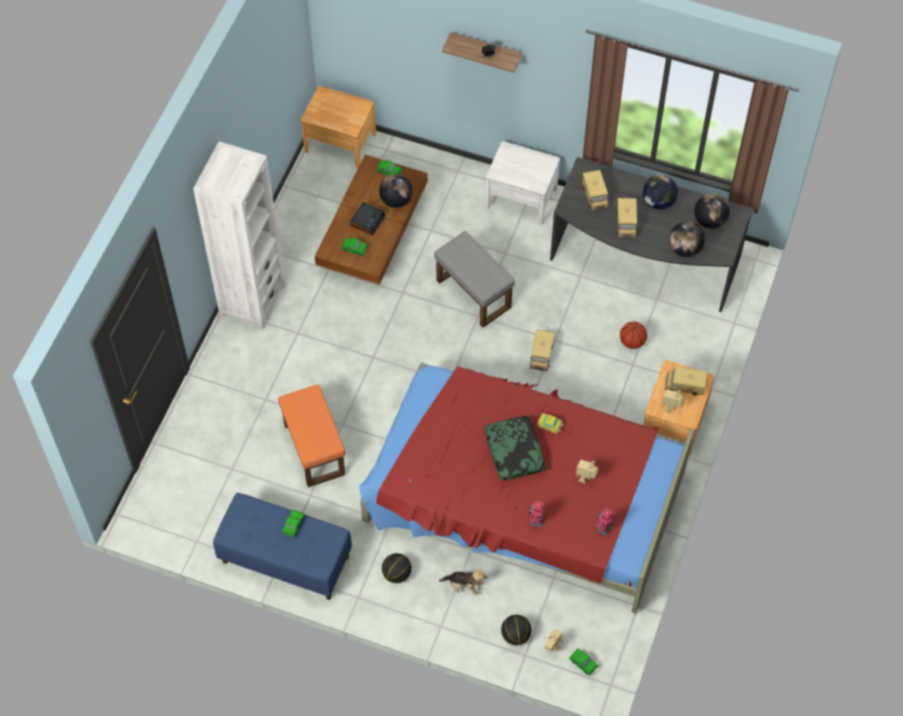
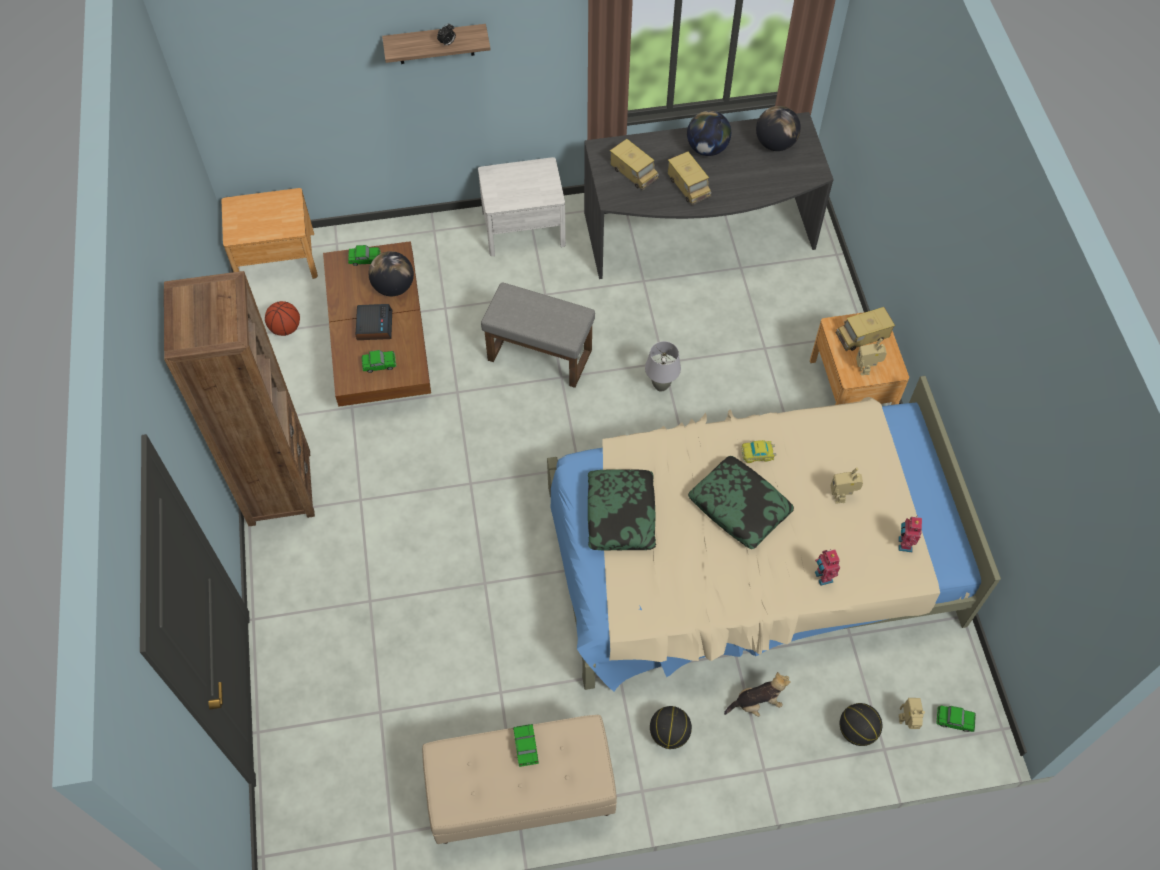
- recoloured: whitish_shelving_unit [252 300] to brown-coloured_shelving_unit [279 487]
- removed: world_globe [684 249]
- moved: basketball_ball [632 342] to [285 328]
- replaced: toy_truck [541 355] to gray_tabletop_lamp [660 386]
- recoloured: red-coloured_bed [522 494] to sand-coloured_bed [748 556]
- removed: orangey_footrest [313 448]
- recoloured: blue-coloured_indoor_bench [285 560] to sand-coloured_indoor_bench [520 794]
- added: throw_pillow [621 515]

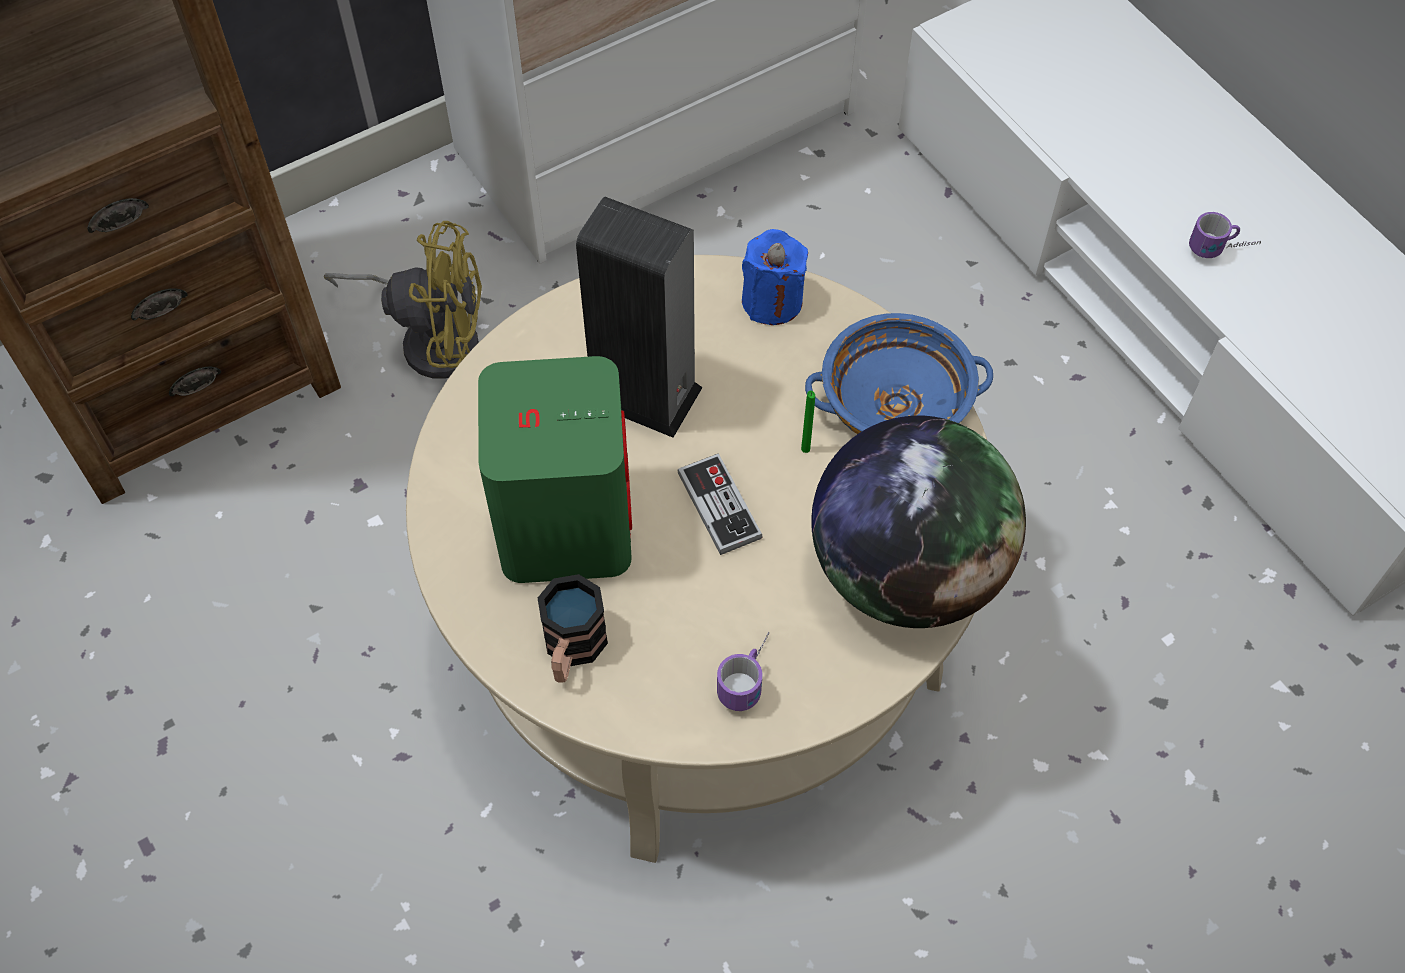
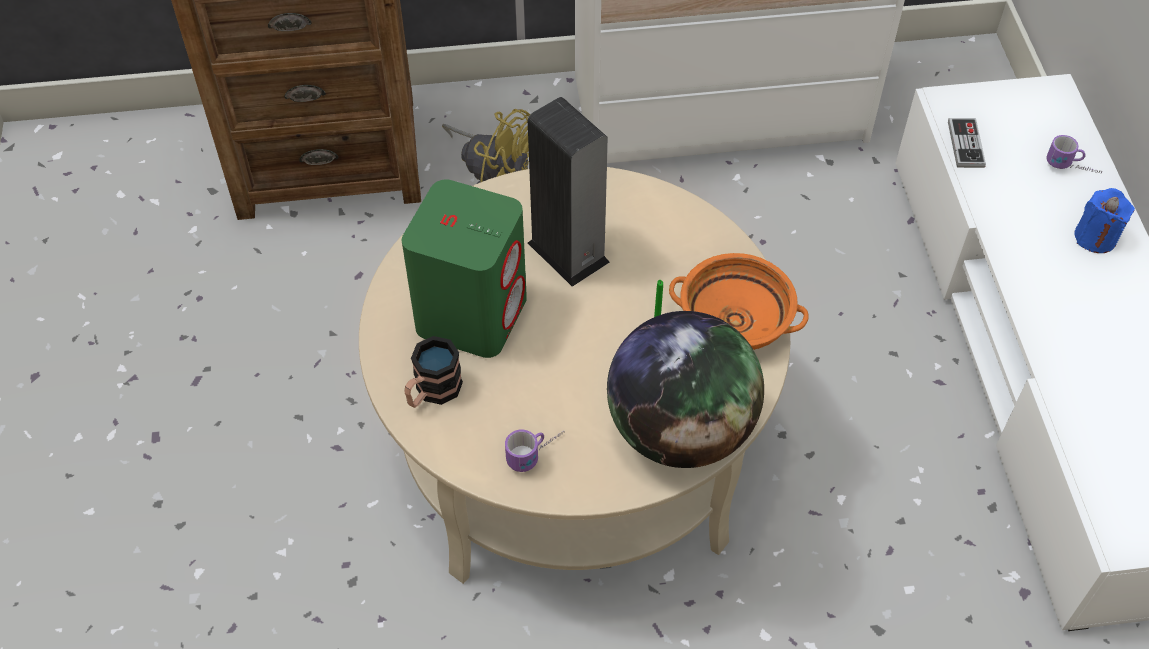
- moved: mug [1223 250] to [1072 169]
- moved: blue-coloured_wax_candle [772 301] to [1095 237]
- recoloured: blue-coloured_bowl [896 402] to orangey_bowl [736 320]
- moved: gamepad [719 505] to [965 144]

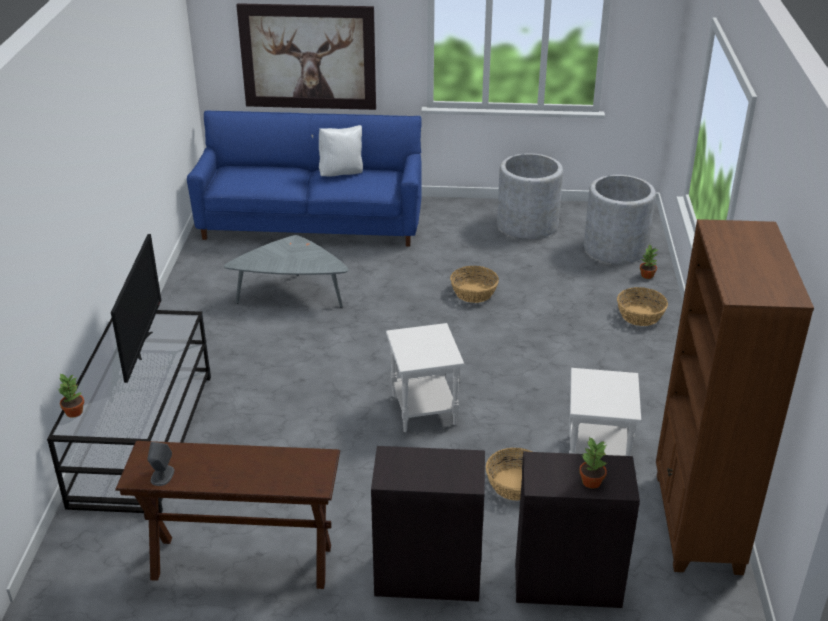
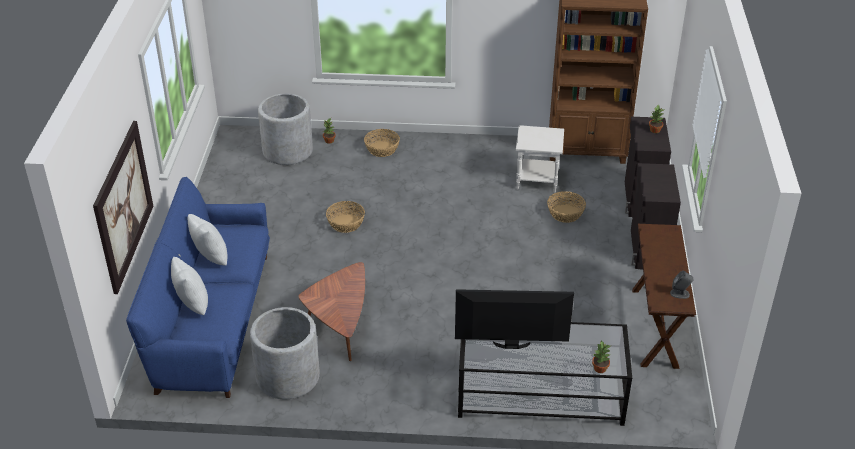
- moved: gray_flower_pot [527 224] to [288 376]
- recoloured: gray_lounge_table [292 295] to brown-coloured_lounge_table [340 326]
- removed: whitish_accent_table [425 410]
- added: whitish_throw_pillow [191 305]

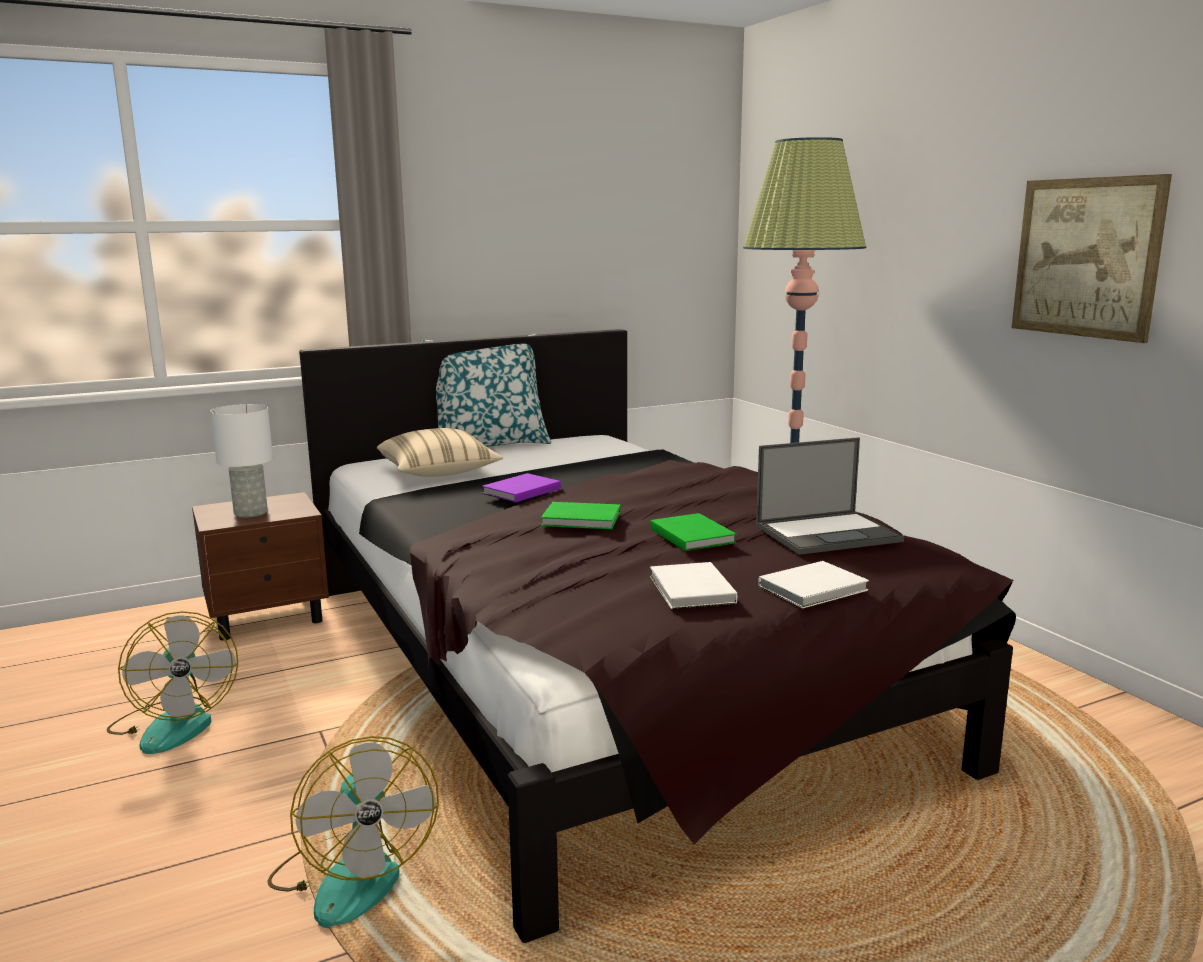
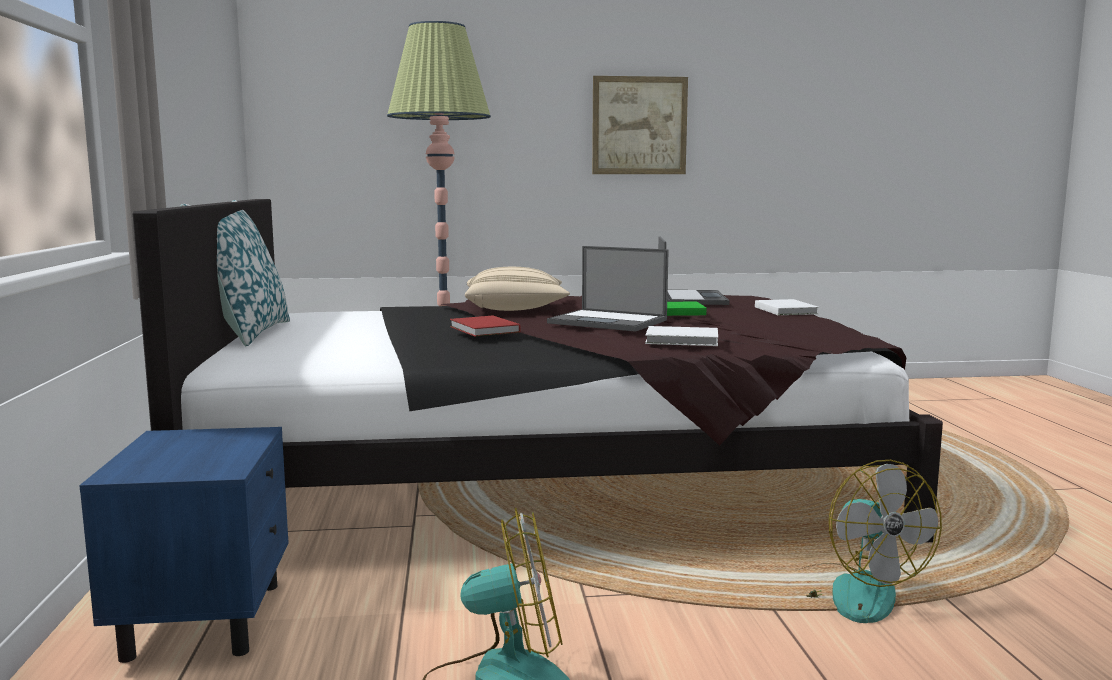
- removed: whitish_tabletop_lamp [250 513]
- moved: sand-coloured_throw_pillow [438 473] to [516 309]
- recoloured: purple_book [519 491] to red-coloured_book [484 330]
- recoloured: brown-coloured_nightstand [269 617] to blue-coloured_nightstand [206 618]
- replaced: green_book [583 520] to portable_computer [609 322]
- moved: whitish_book [691 590] to [684 340]
- turned: fan [352 876] = [849 592] 75 degrees clockwise

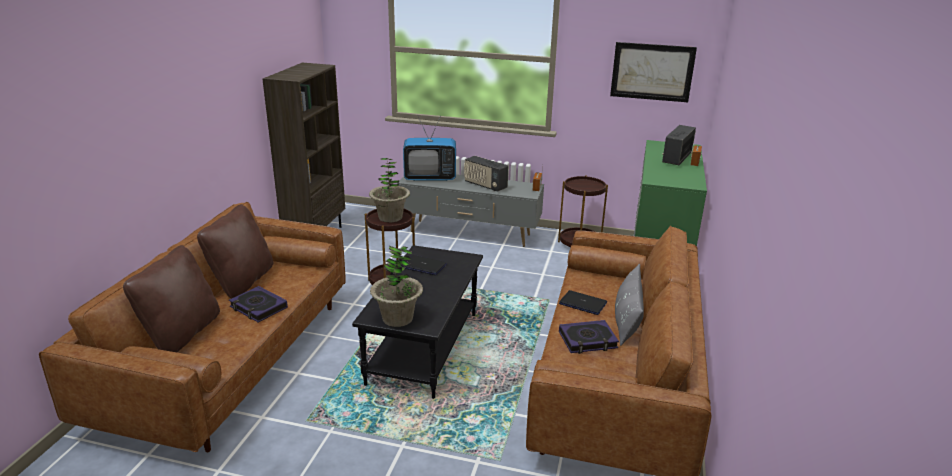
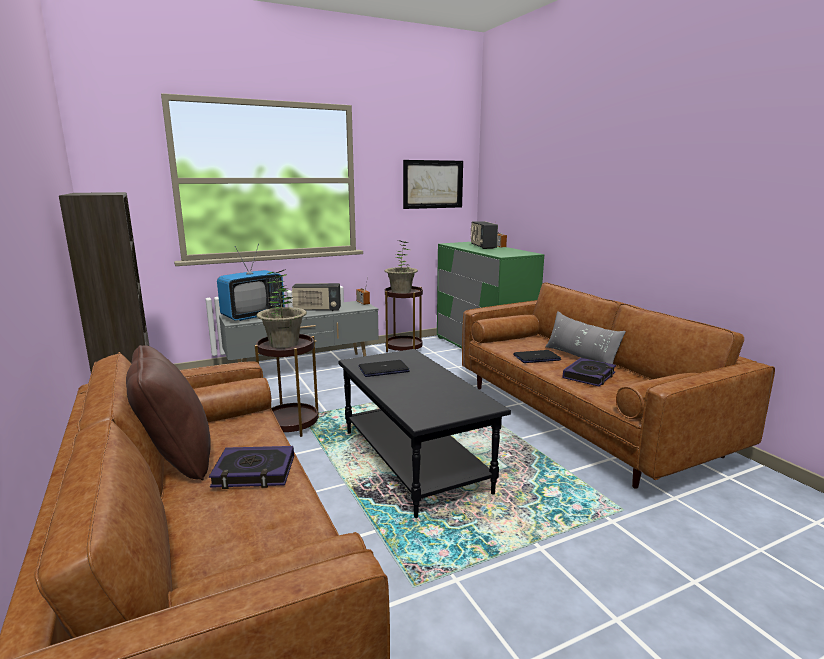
- removed: brown-coloured_throw_pillow [182 334]
- moved: plant_in_a_pot [397 318] to [401 291]

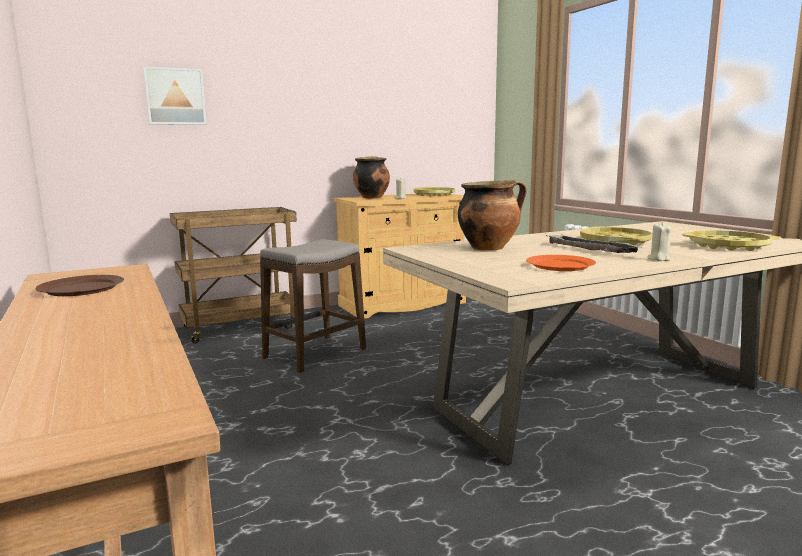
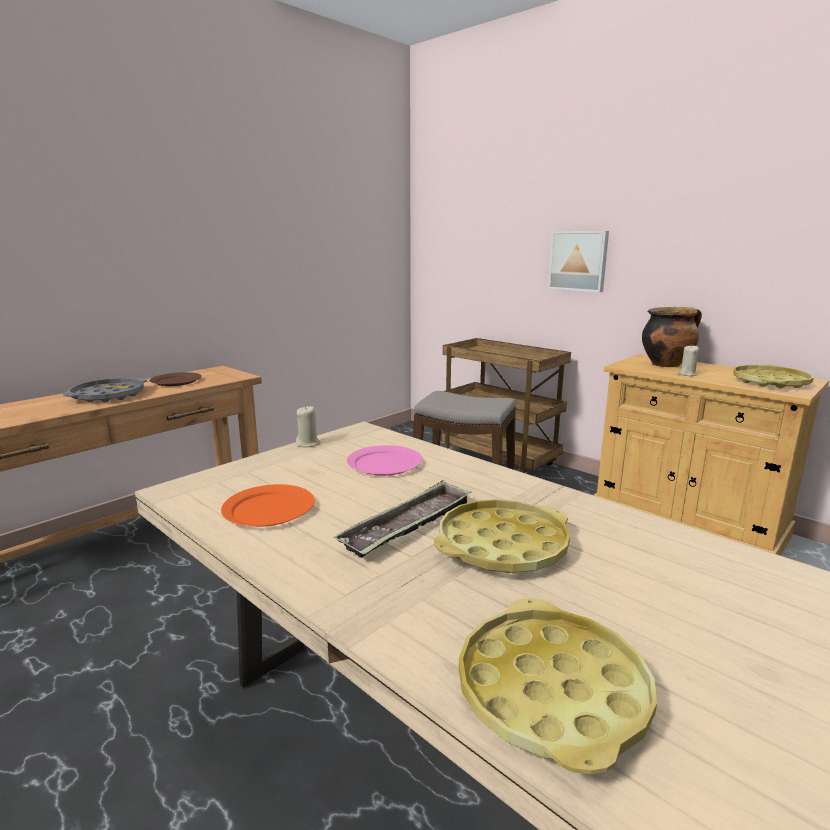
- moved: wall_art [175 96] to [578 261]
- replaced: saucepot [489 248] to pink-coloured_plate [385 464]
- moved: sand-coloured_wax_candle [658 259] to [308 443]
- added: gray_carrying_tray [108 396]

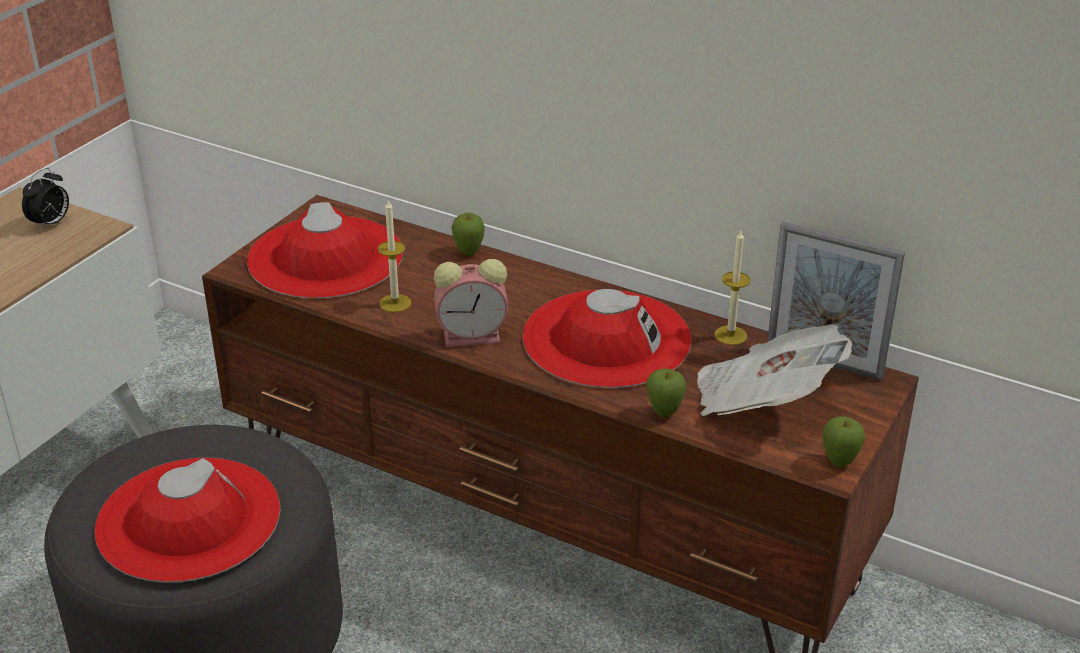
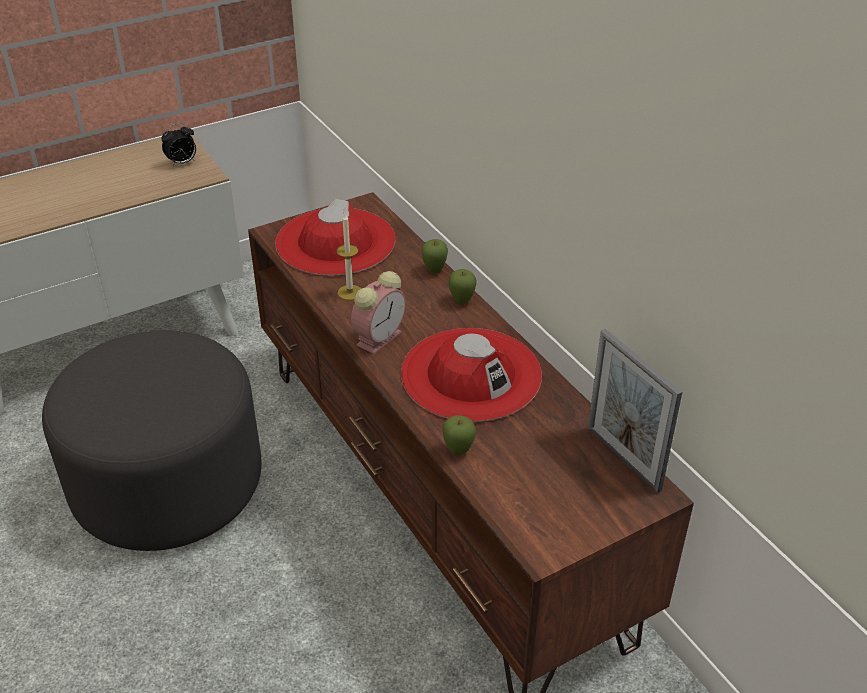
- removed: wax_candle [730 335]
- turned: bedside_clock [474 336] = [380 337] 75 degrees counterclockwise
- removed: printed_paper [763 402]
- moved: apple [839 463] to [462 301]
- removed: red-coloured_clothing_hat [188 519]

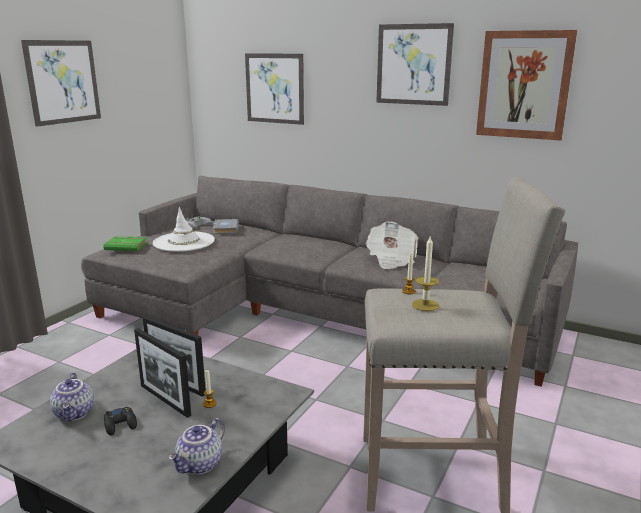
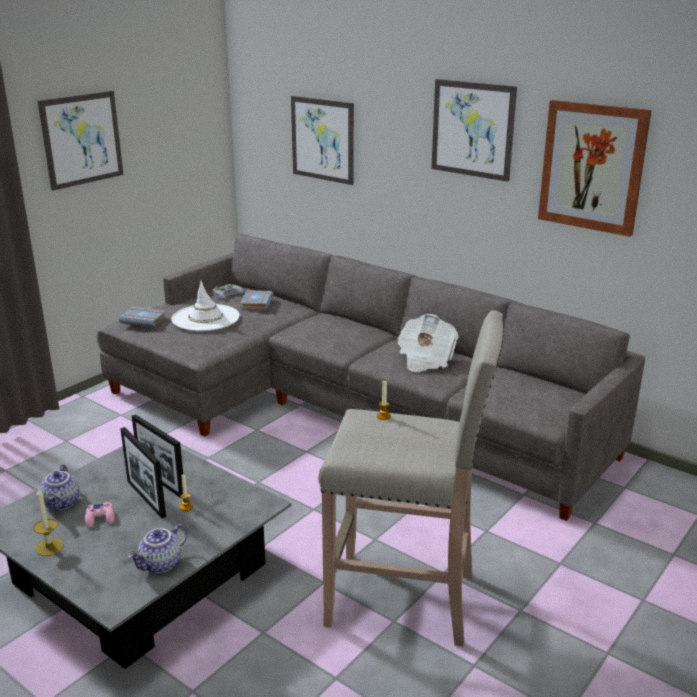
- moved: wax_candle [425 305] to [49 547]
- recoloured: green_book [127 246] to gray_book [145 320]
- recoloured: blackish_gamepad [120 424] to pink-coloured_gamepad [100 518]

